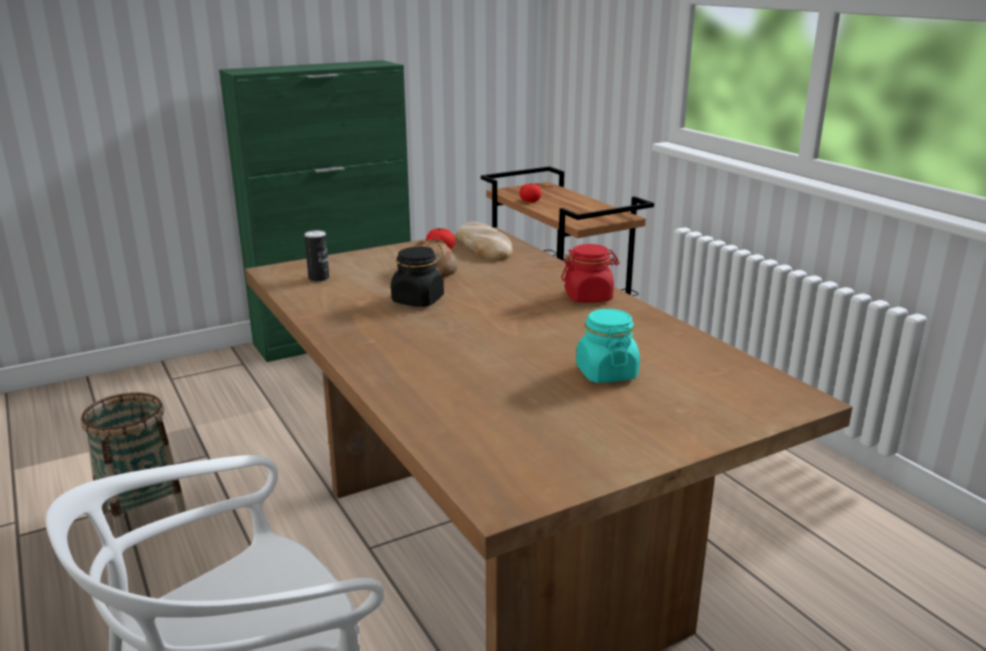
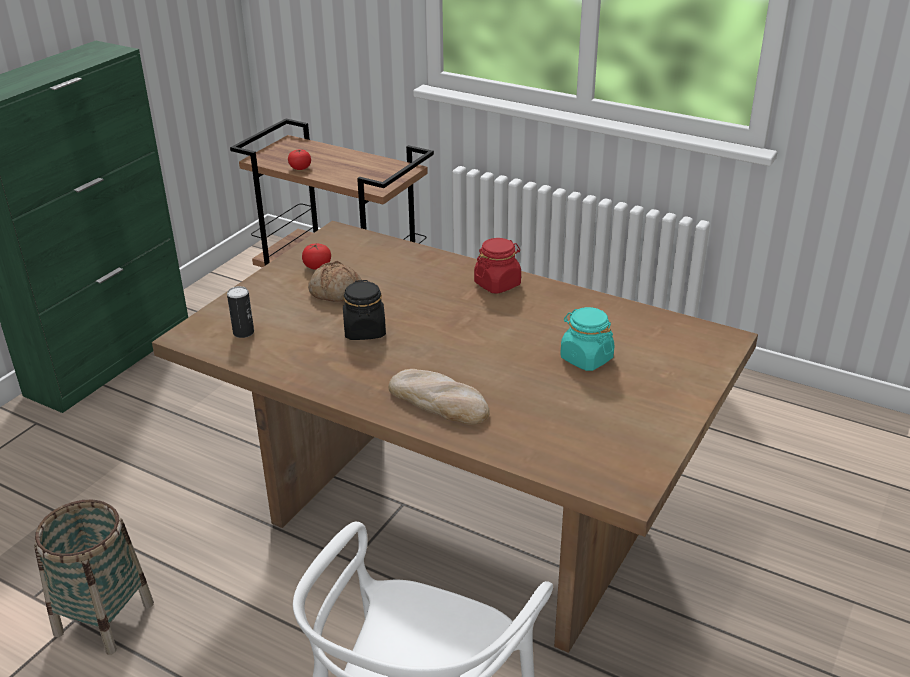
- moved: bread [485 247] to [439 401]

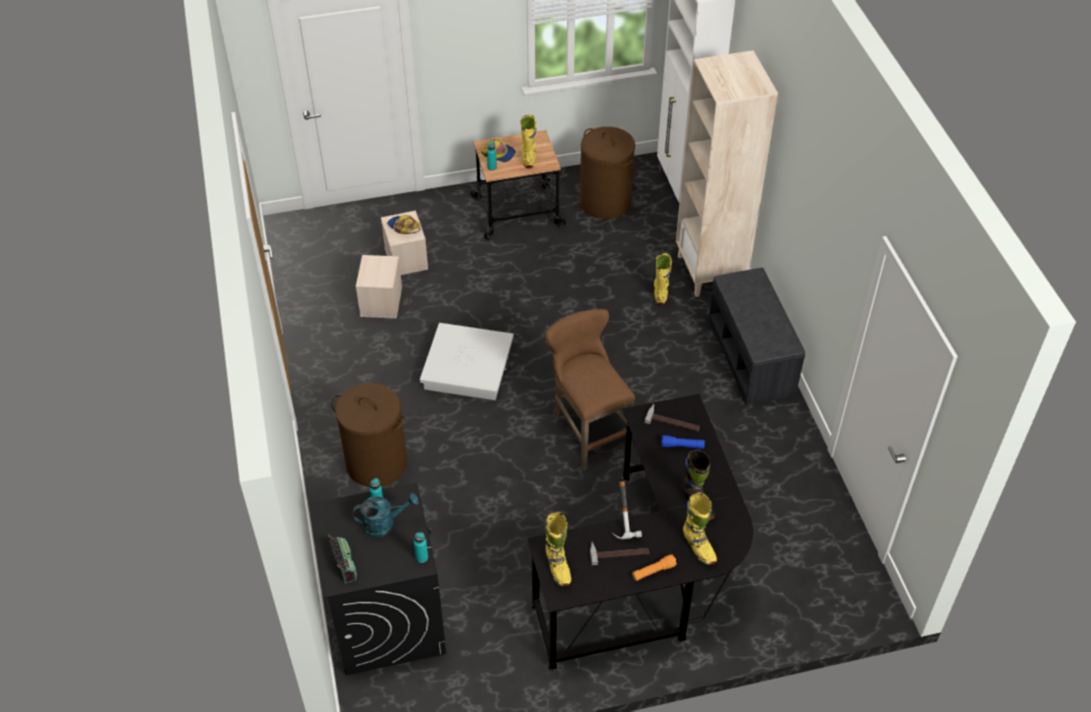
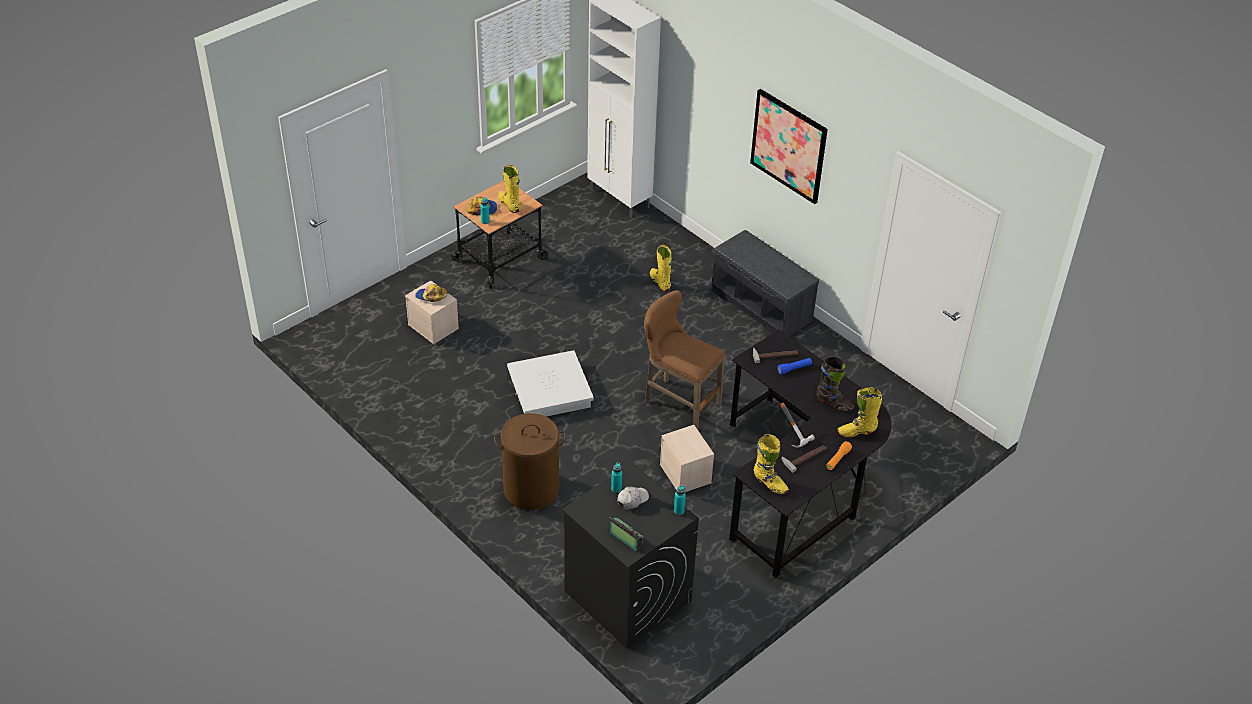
- removed: sand-coloured_shelving_unit [710 272]
- removed: brown-coloured_washing_basket [605 202]
- moved: sand-coloured_storage_bin [381 302] to [686 474]
- replaced: turquoise-coloured_watering_pot [384 524] to whitish_baseball_cap [632 500]
- turned: yellow_tall_boot [698 547] = [856 431] 135 degrees clockwise
- added: wall_art [789 145]

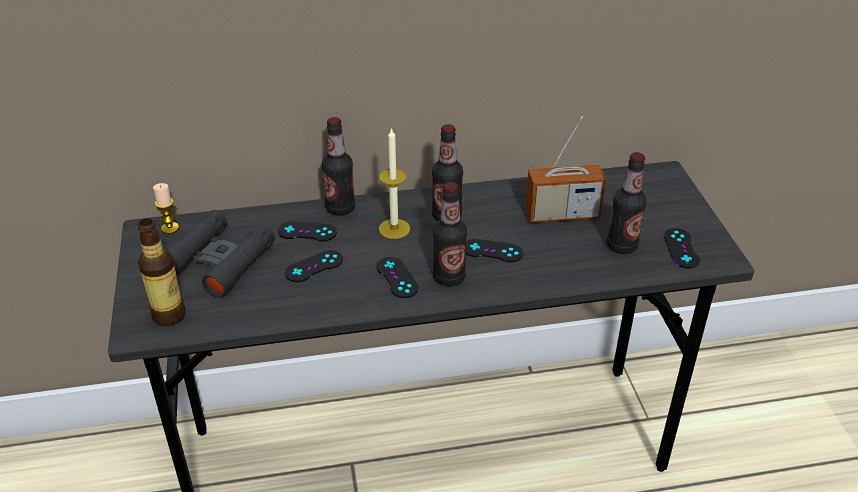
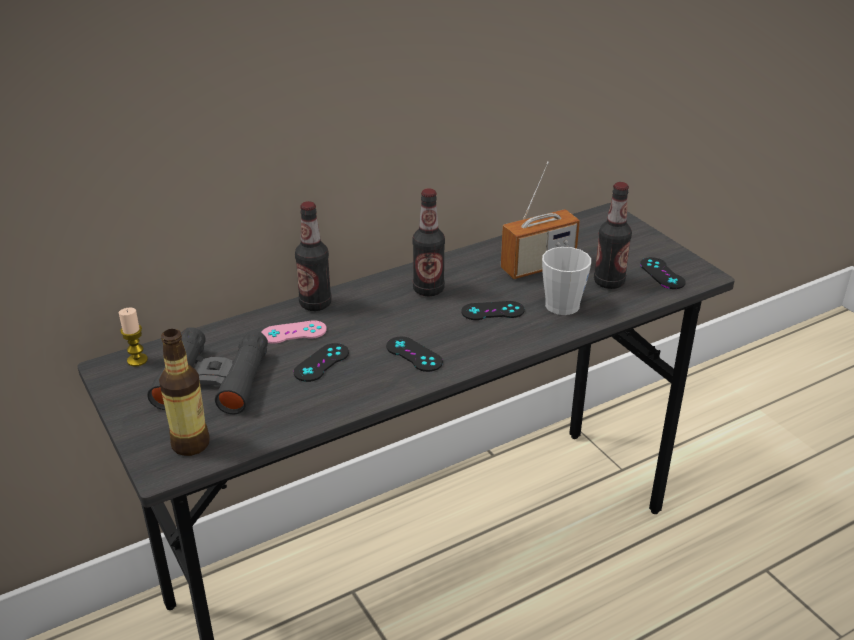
- removed: wax_candle [394 229]
- removed: bottle [449 277]
- recoloured: blackish_gamepad [307 232] to pink-coloured_gamepad [293 332]
- added: gray_mug [559 301]

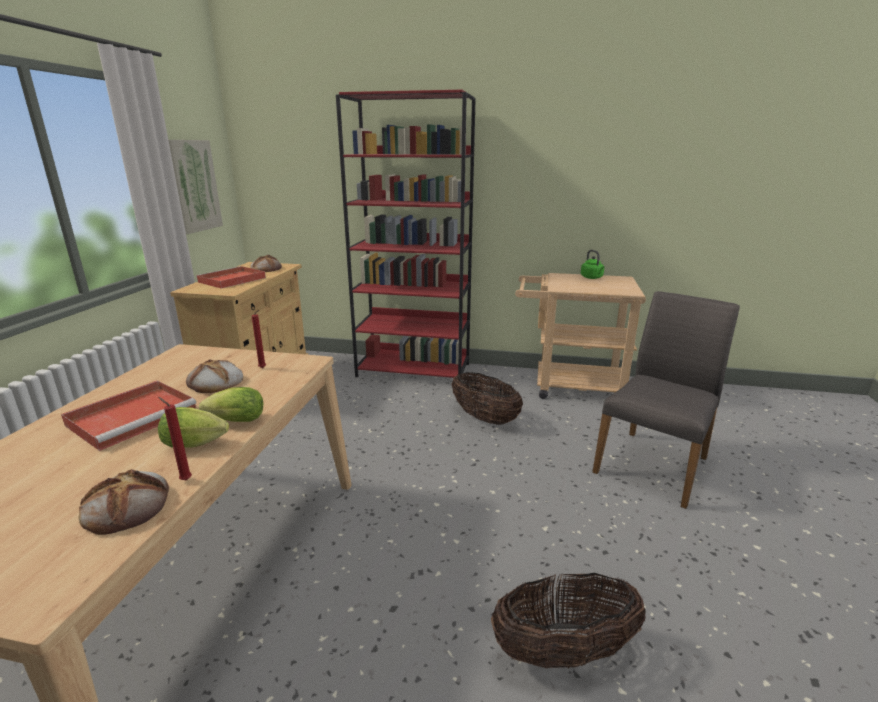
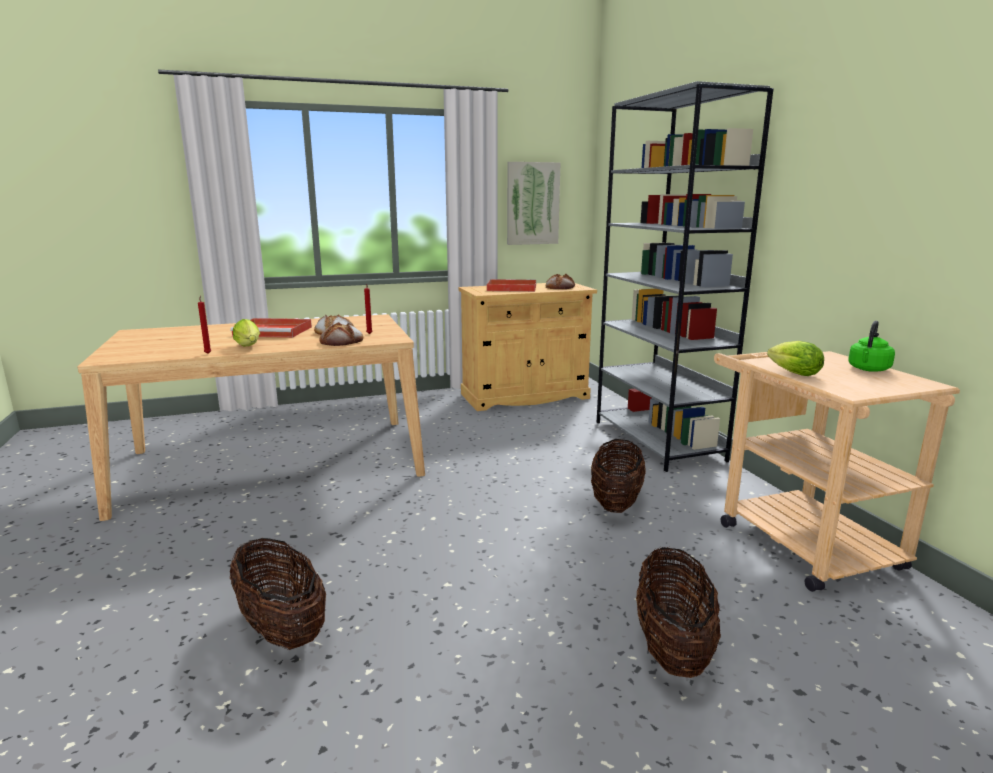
- recoloured: red-coloured_shelving_unit [414 370] to gray_shelving_unit [658 441]
- replaced: gray_upright_chair [653 465] to household_basket [672 647]
- moved: lettuce_head [233 421] to [791 373]
- moved: bread [127 506] to [342 341]

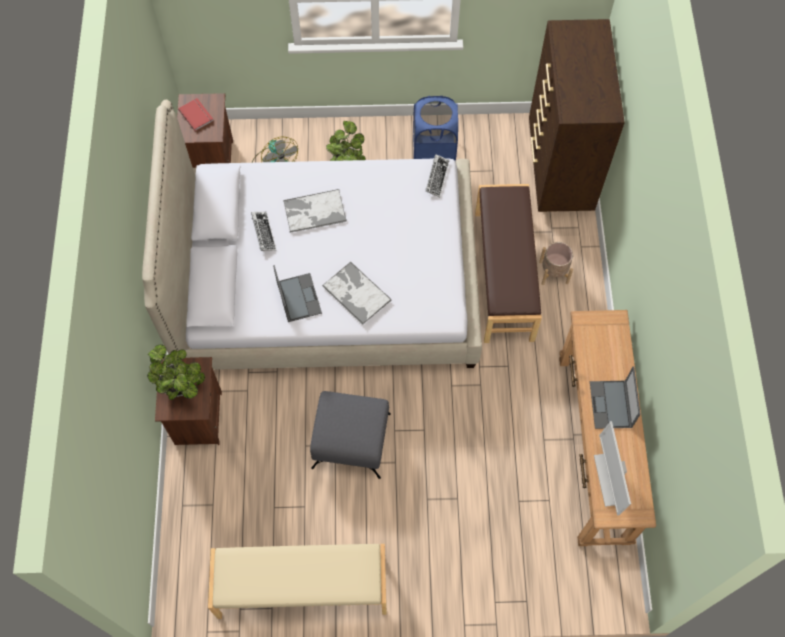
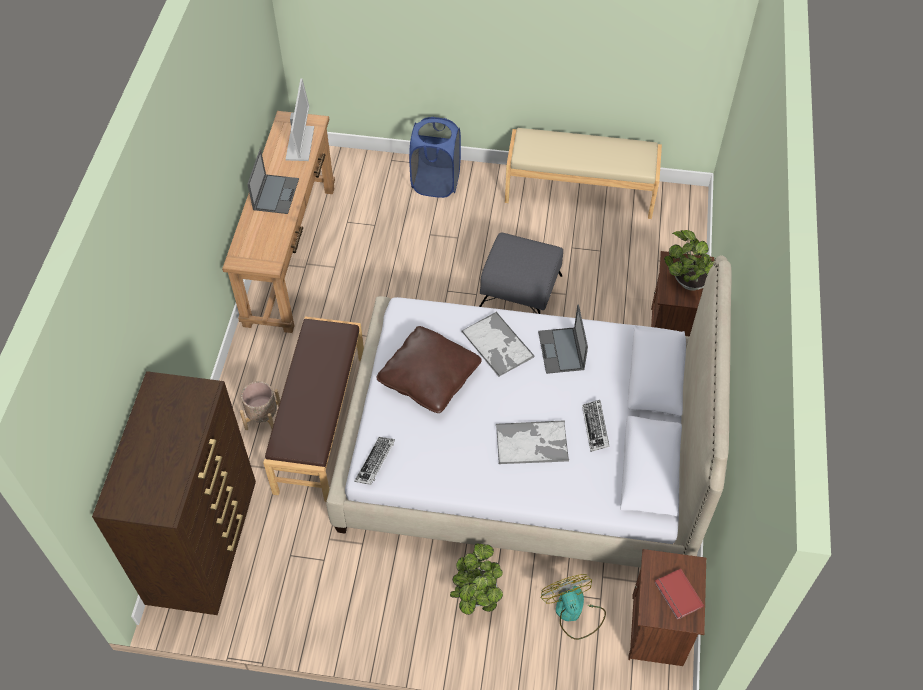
- moved: blue-coloured_washing_basket [434 152] to [435 182]
- added: brown-coloured_throw_pillow [429 377]

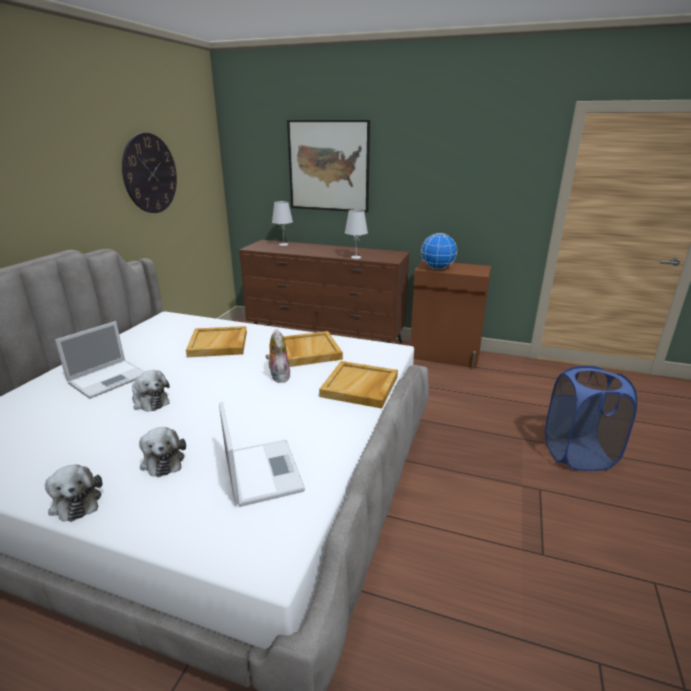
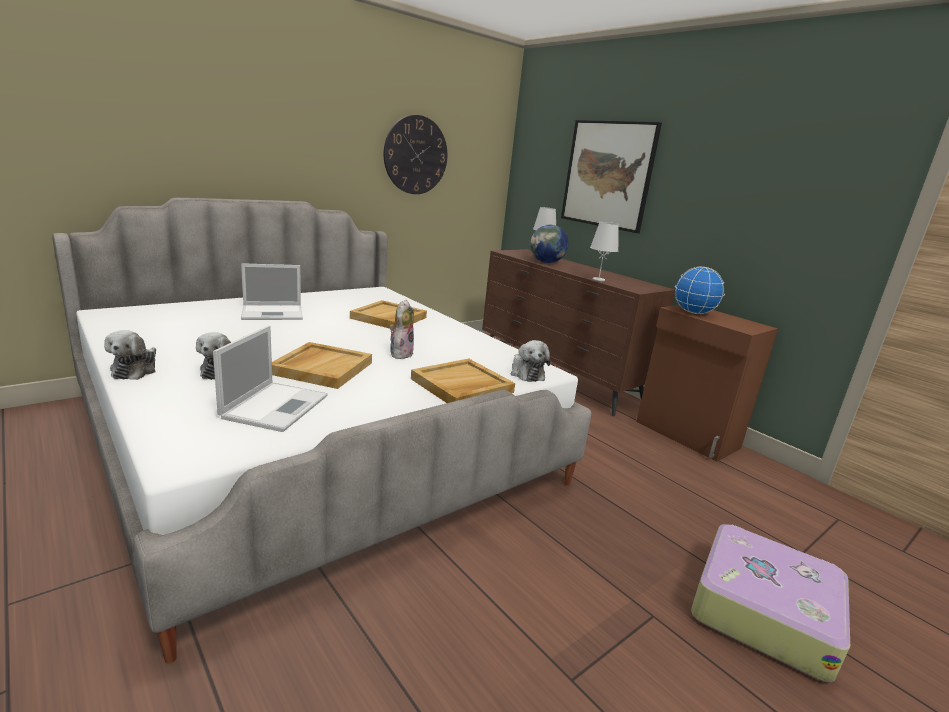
- moved: sand-coloured_carrying_tray [308 351] to [322 368]
- replaced: blue-coloured_washing_basket [578 454] to travel_case [762 610]
- moved: plush_toy [149 401] to [526 373]
- added: world_globe [546 262]

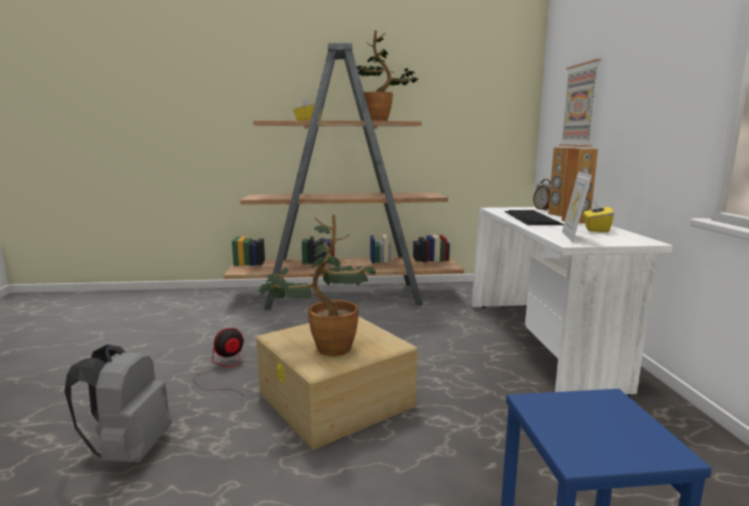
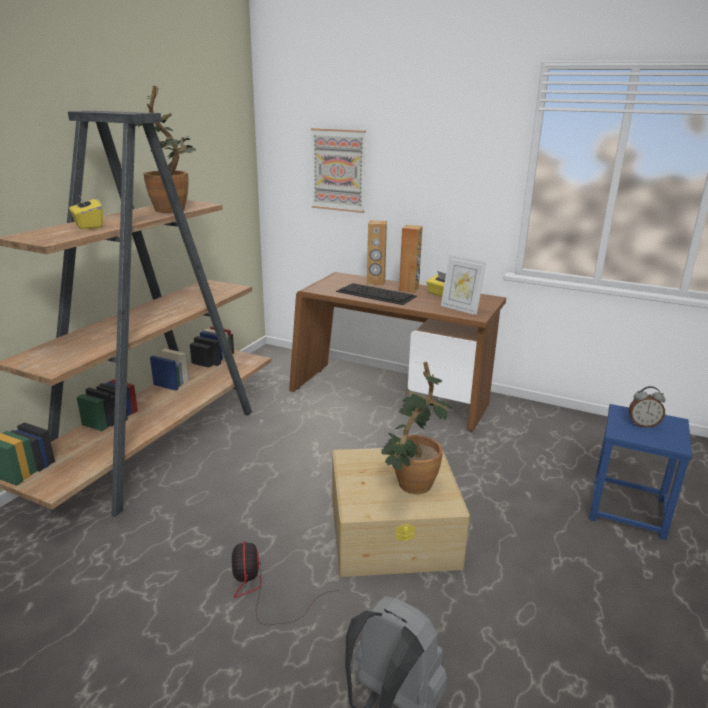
- moved: bedside_clock [543 209] to [643 424]
- recoloured: whitish_desk_unit [541 343] to brown-coloured_desk_unit [390 398]

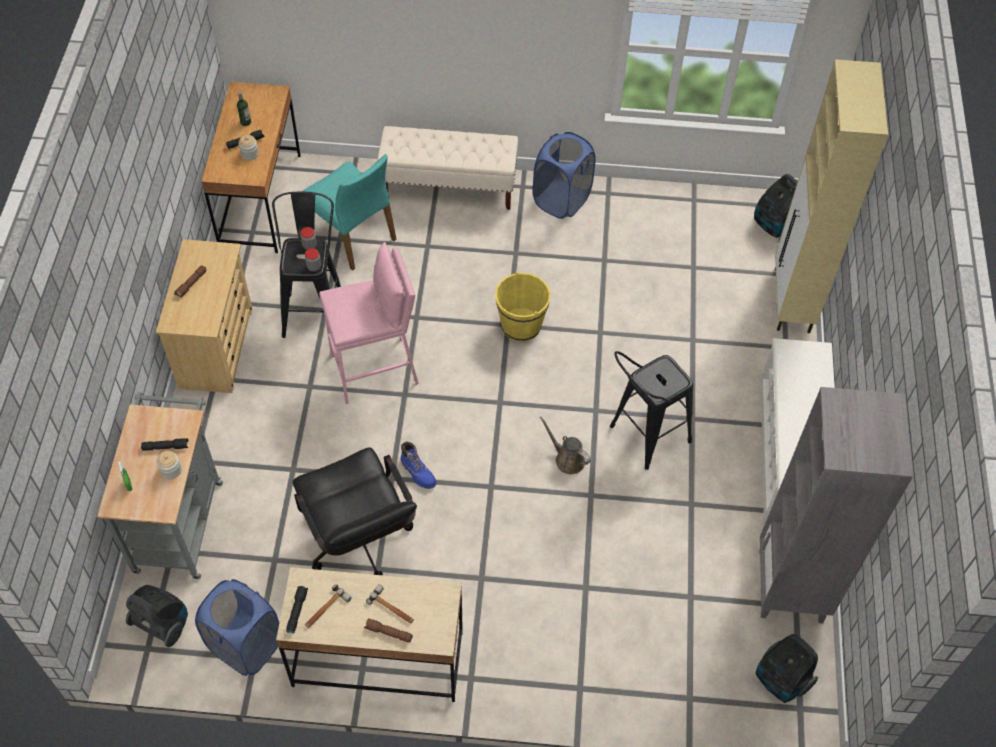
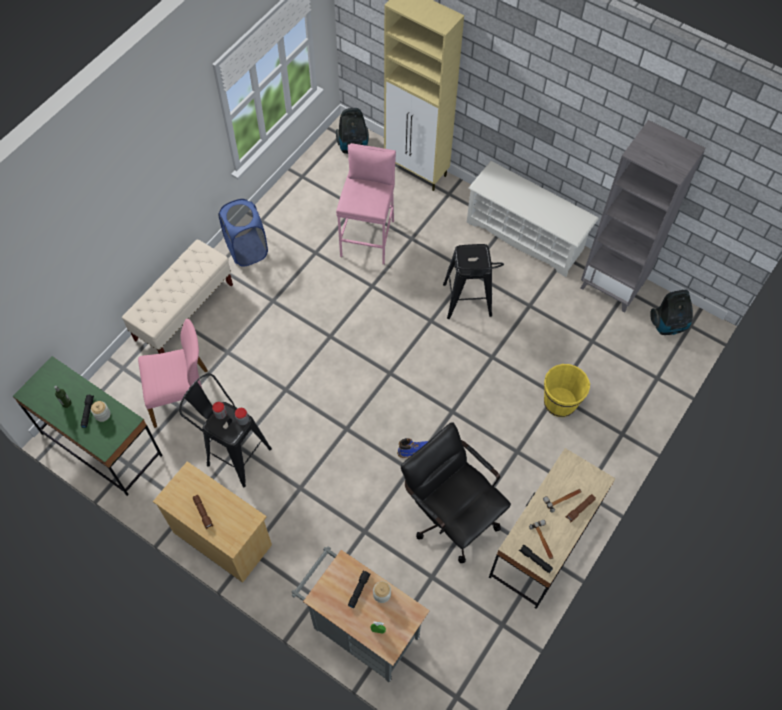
- recoloured: brown-coloured_desk_unit [261 200] to green_desk_unit [101 444]
- recoloured: turquoise-coloured_upright_chair [352 235] to pink-coloured_upright_chair [182 396]
- moved: pink-coloured_sitting_stool [375 370] to [368 238]
- moved: yellow_bucket [521 325] to [560 402]
- removed: brown-coloured_watering_pot [567 459]
- turned: blackish_office_chair [360 544] = [451 514] 135 degrees counterclockwise
- removed: blue-coloured_washing_basket [245 645]
- removed: hoover [162 623]

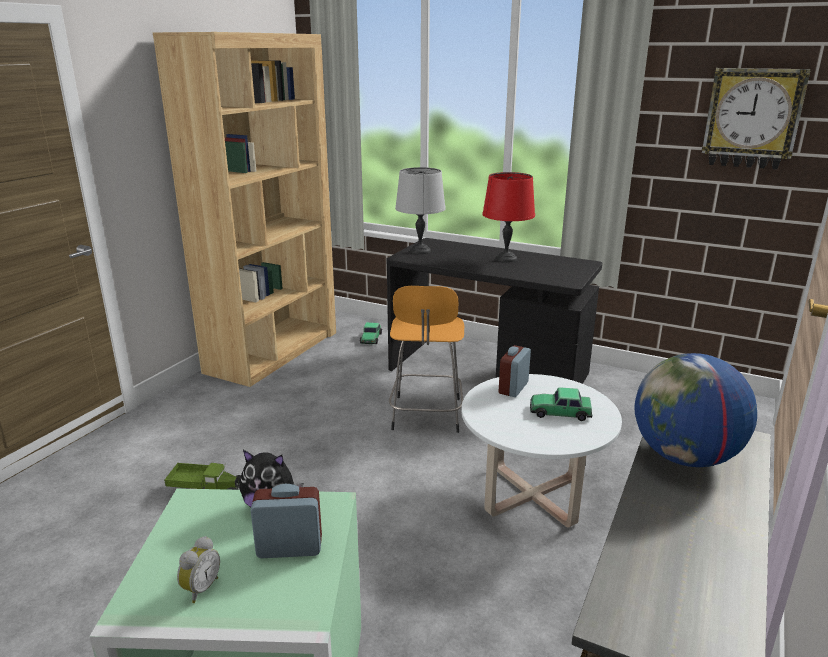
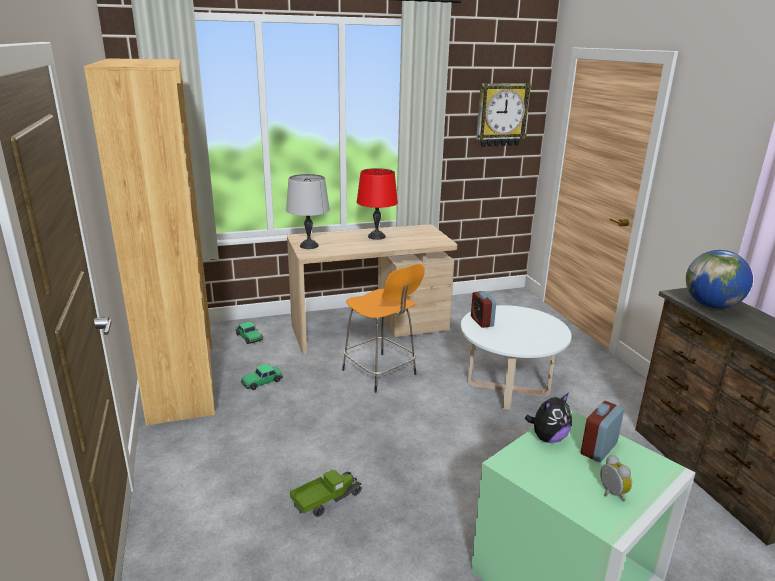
- recoloured: blackish_desk_unit [488 372] to sand-coloured_desk_unit [370 329]
- moved: model_car [559 412] to [262 382]

